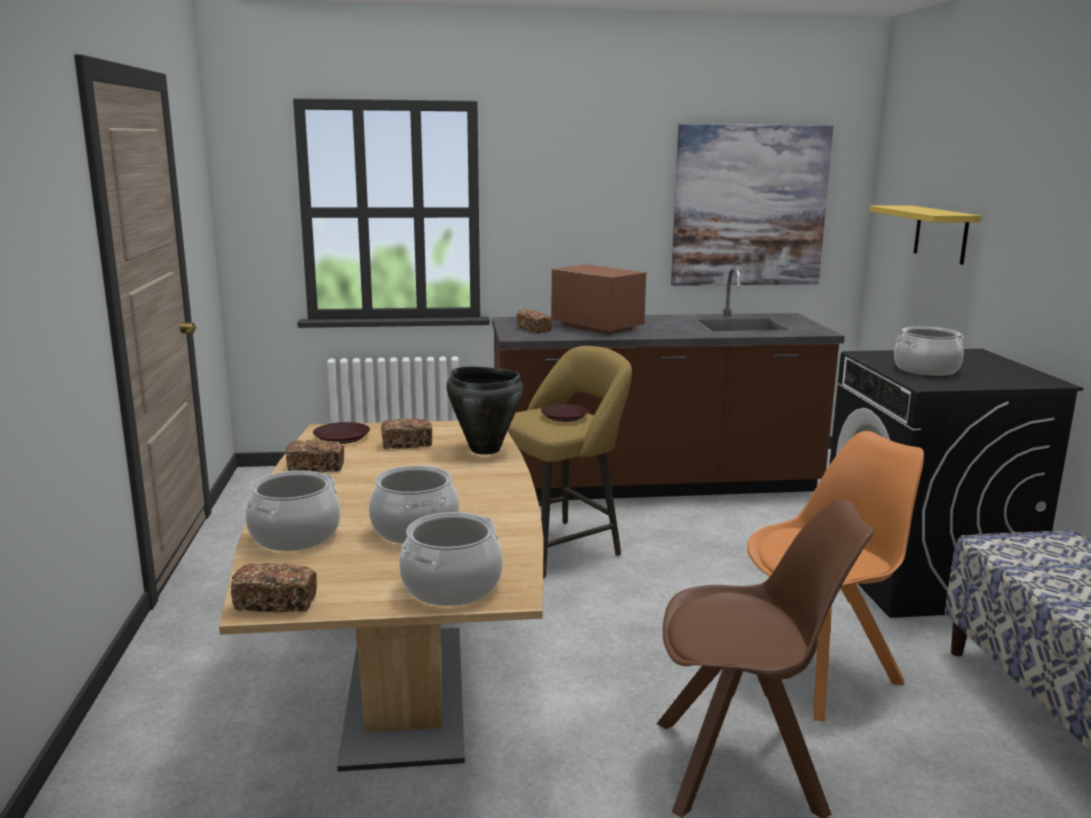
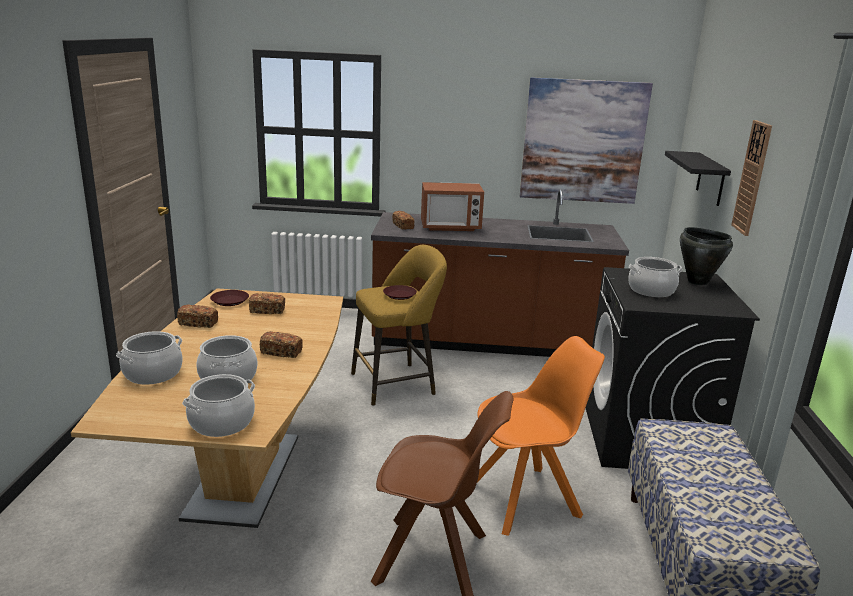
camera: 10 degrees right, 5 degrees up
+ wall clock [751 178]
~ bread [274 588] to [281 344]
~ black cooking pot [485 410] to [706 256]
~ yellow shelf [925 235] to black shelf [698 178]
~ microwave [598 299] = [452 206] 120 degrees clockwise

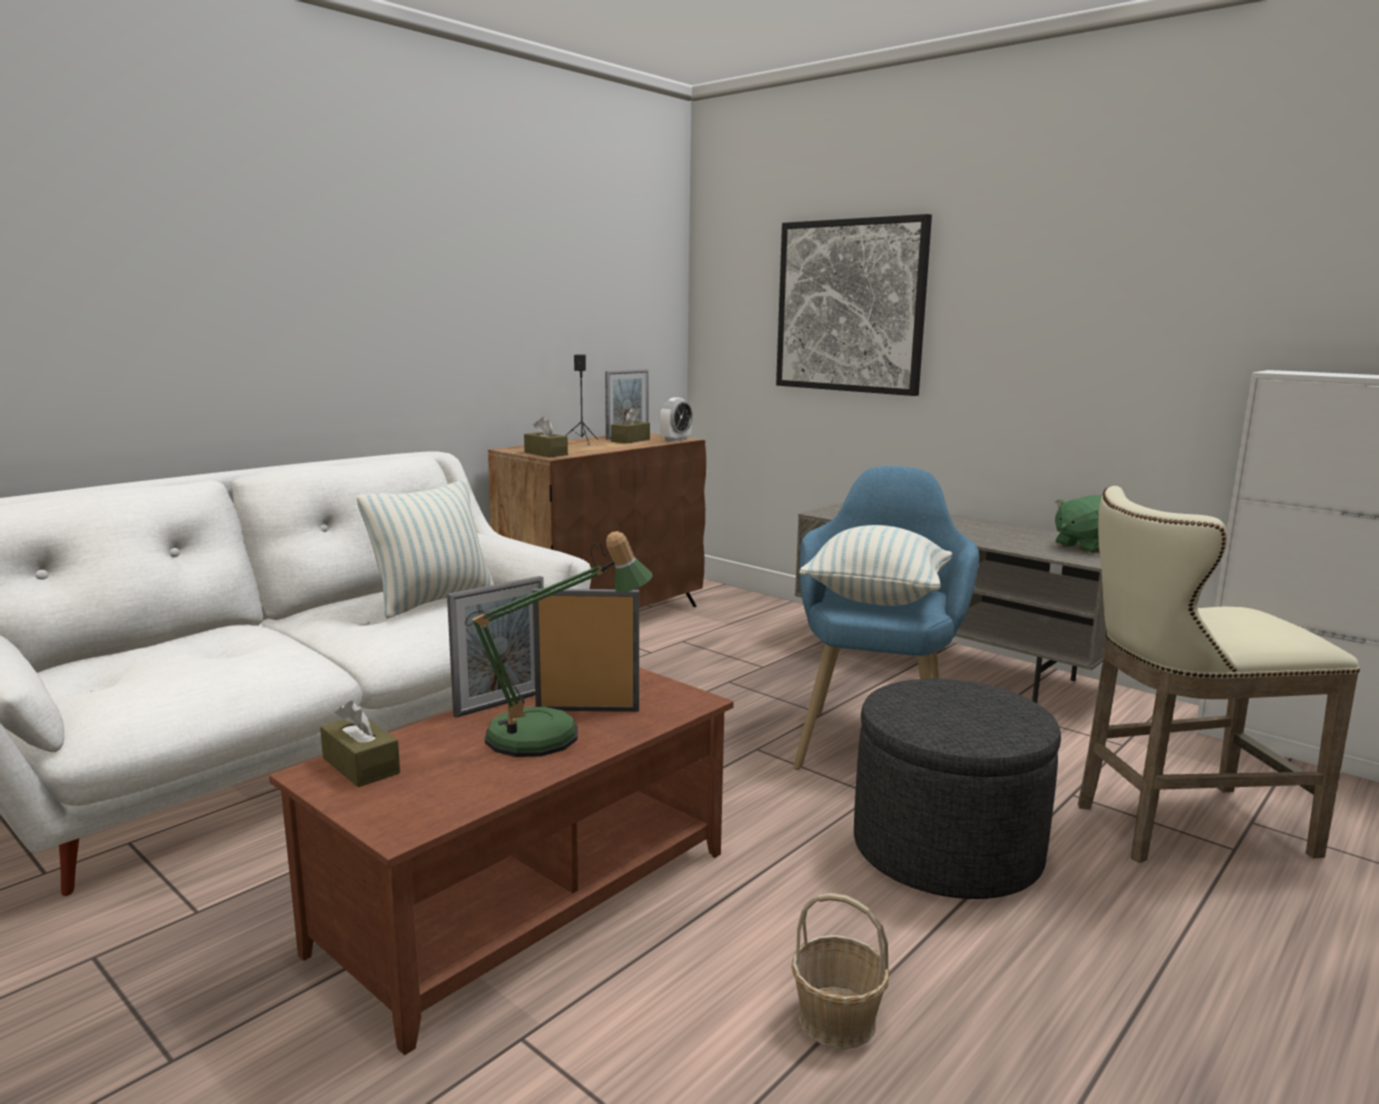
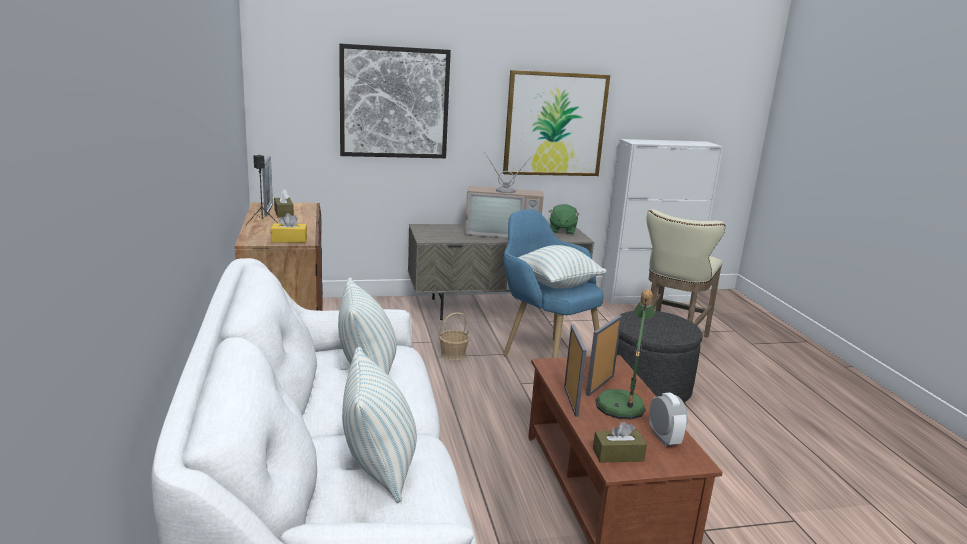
camera: 55 degrees left, 5 degrees up
+ pillow [379 425]
+ television [504 195]
+ picture [556 123]
~ alarm clock [676 419] to [668 419]
~ basket [840 971] to [454 336]
~ brown tissue box [546 437] to yellow tissue box [289 228]

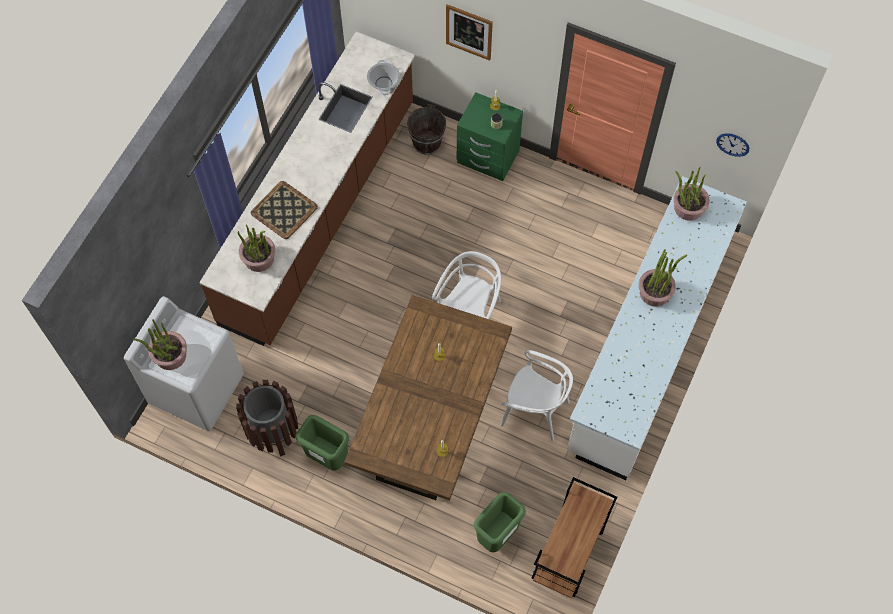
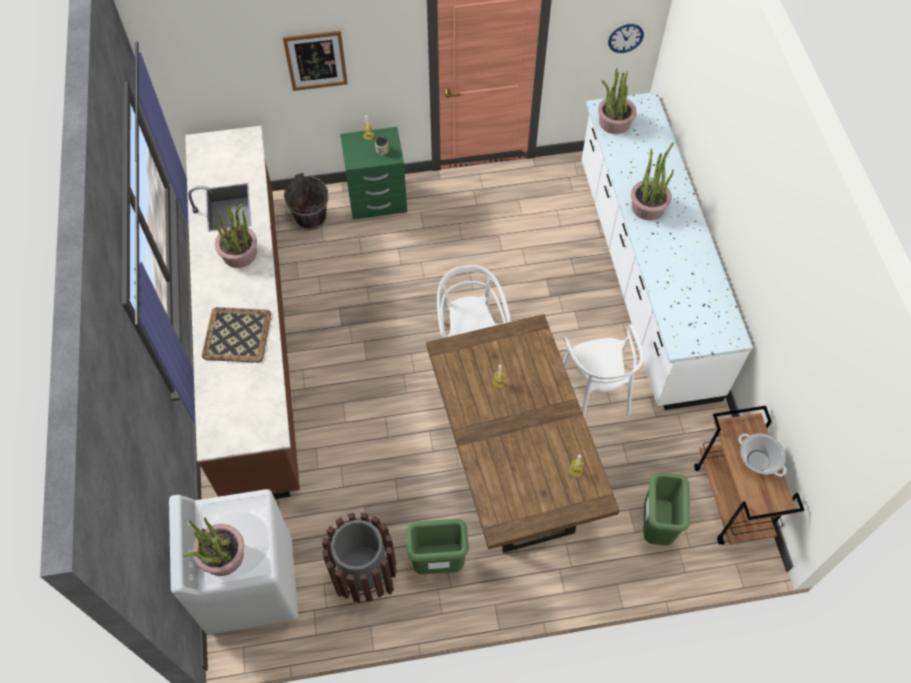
camera: 35 degrees left, 5 degrees down
~ potted plant [256 248] to [235 236]
~ cooking pot [383 77] to [762 455]
~ white chair [536 395] = [603 371] 90 degrees clockwise

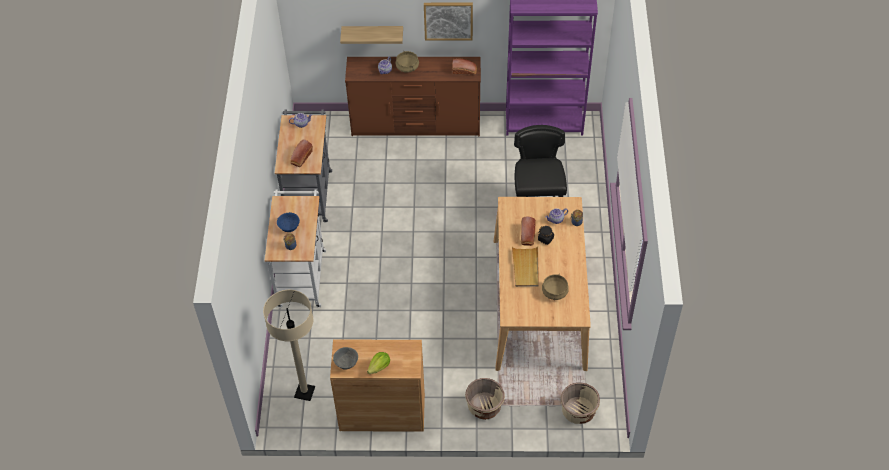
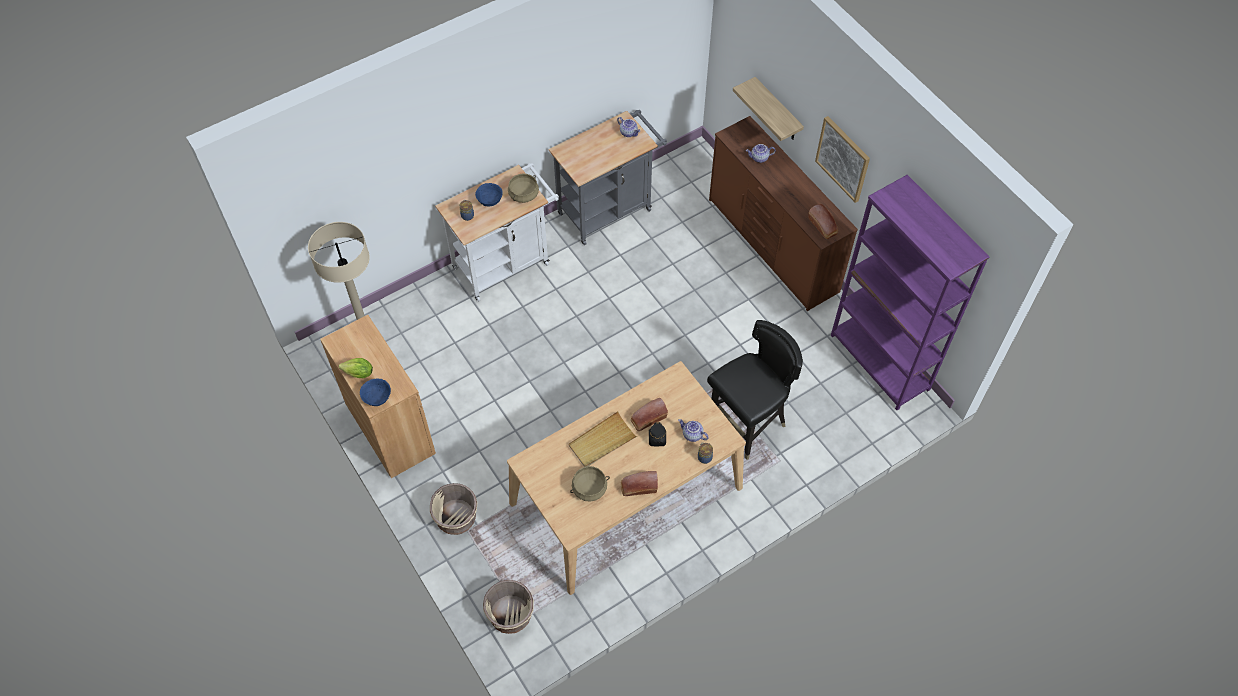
camera: 55 degrees right, 5 degrees up
- grey bowl [345 358]
+ blue bowl [375 392]
~ bread [302 153] to [639 483]
~ beige cooking pot [407 62] to [523 188]

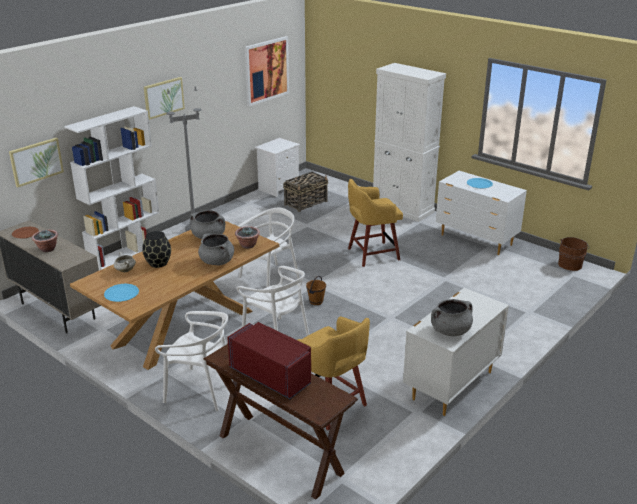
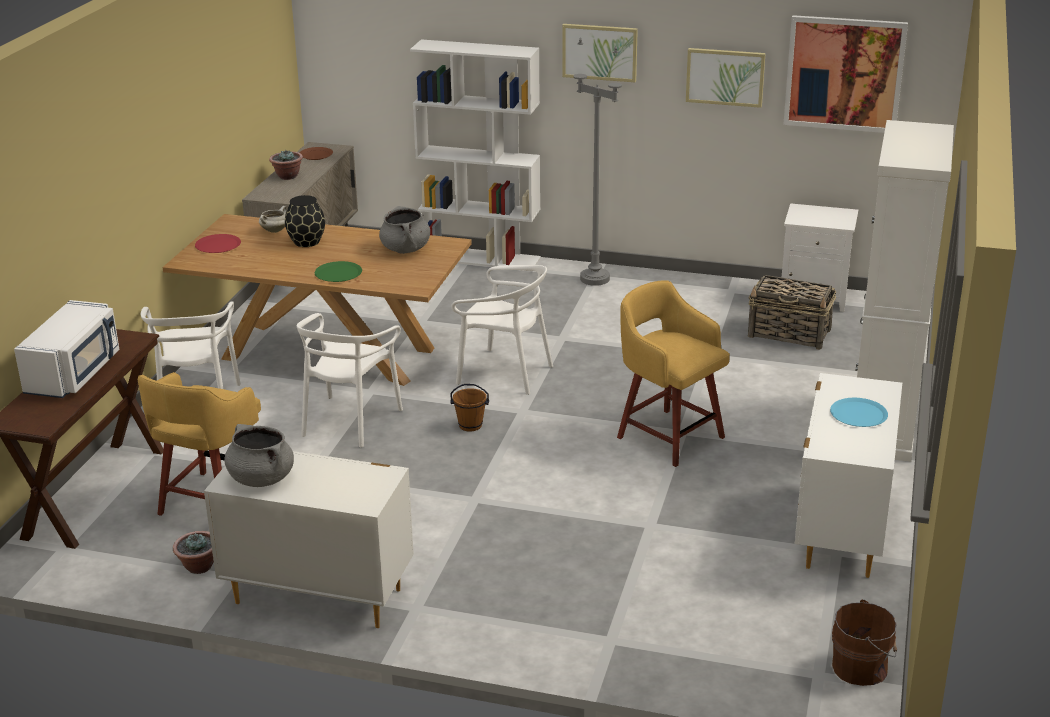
camera: 65 degrees right, 0 degrees up
~ picture [36 162] to [726 78]
~ potted plant [247 237] to [193 552]
~ grey cooking pot [216 249] to green plate [338 271]
~ blue plate [121 293] to red plate [218 243]
~ red microwave [269 360] to white microwave [66 349]

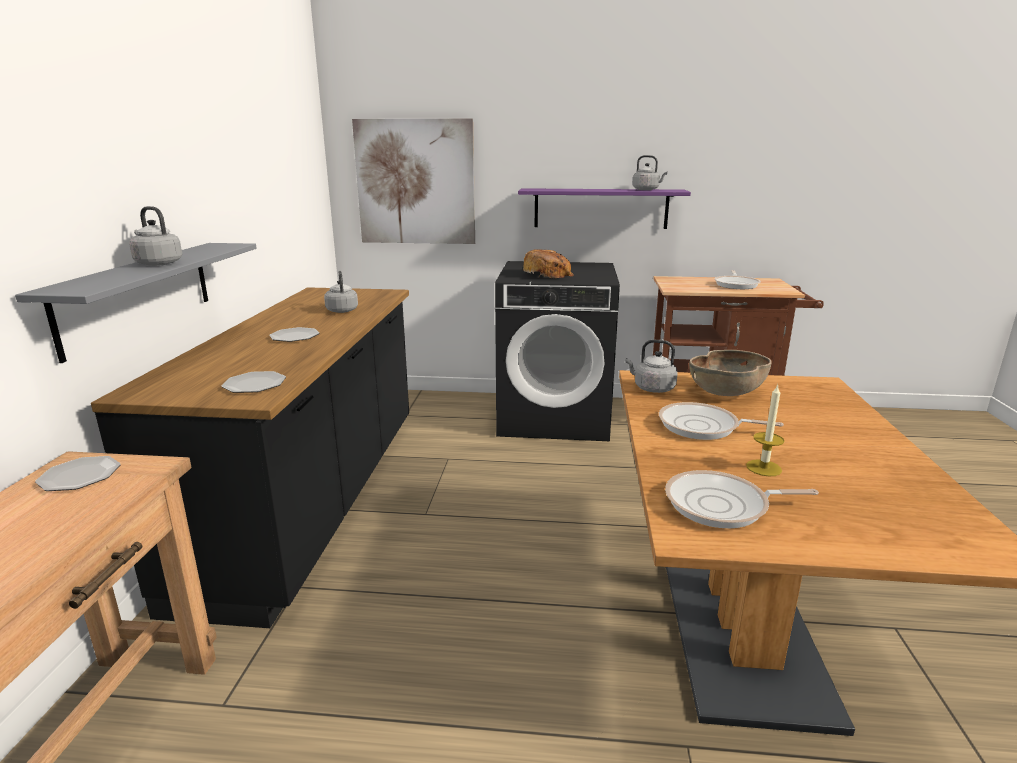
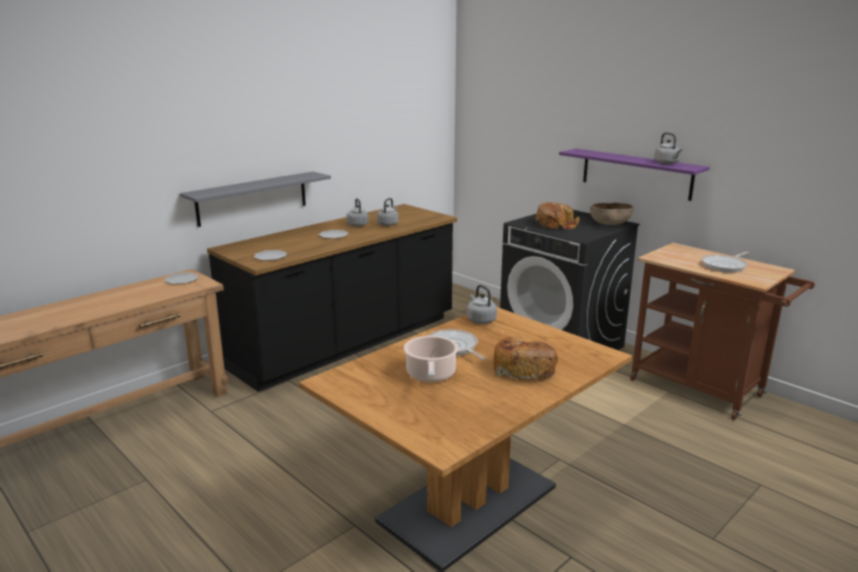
camera: 40 degrees right, 0 degrees up
- picture [413 181]
- frying pan [742 499]
+ bread [526 358]
~ grey kettle [155 236] to [358 212]
~ brown bowl [730 373] to [612 214]
~ candle [765 430] to cooking pot [431 359]

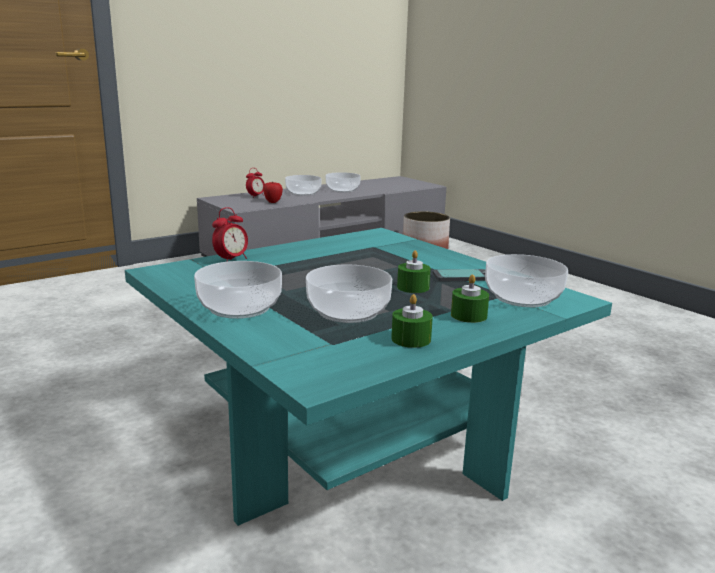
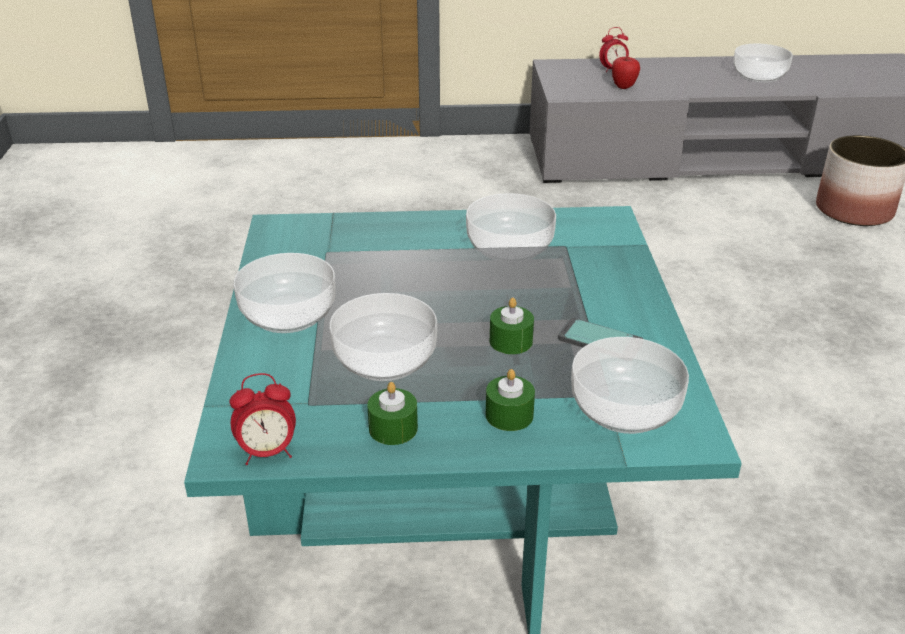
camera: 35 degrees right, 15 degrees up
~ alarm clock [230 234] to [263 419]
~ bowl [303 185] to [511 228]

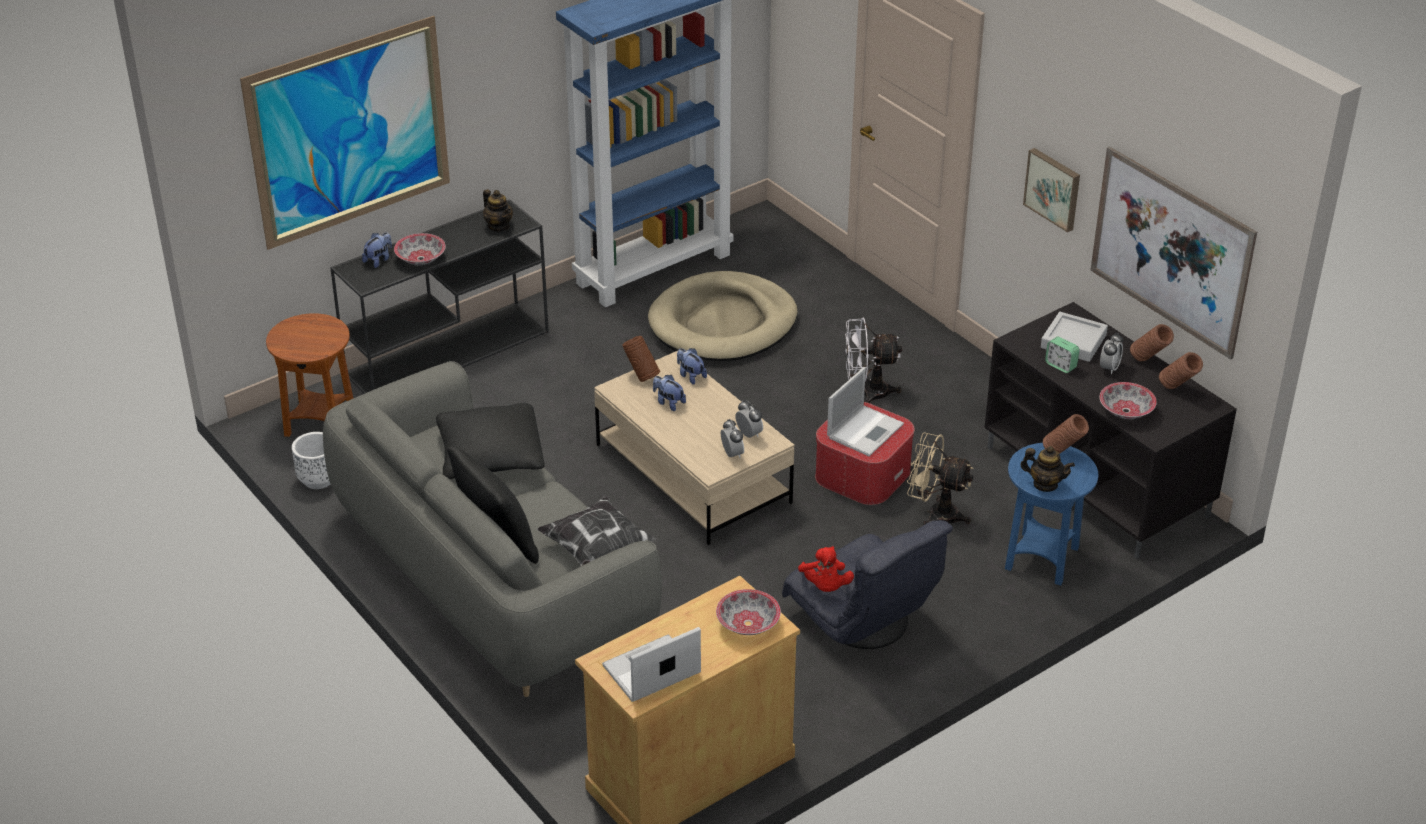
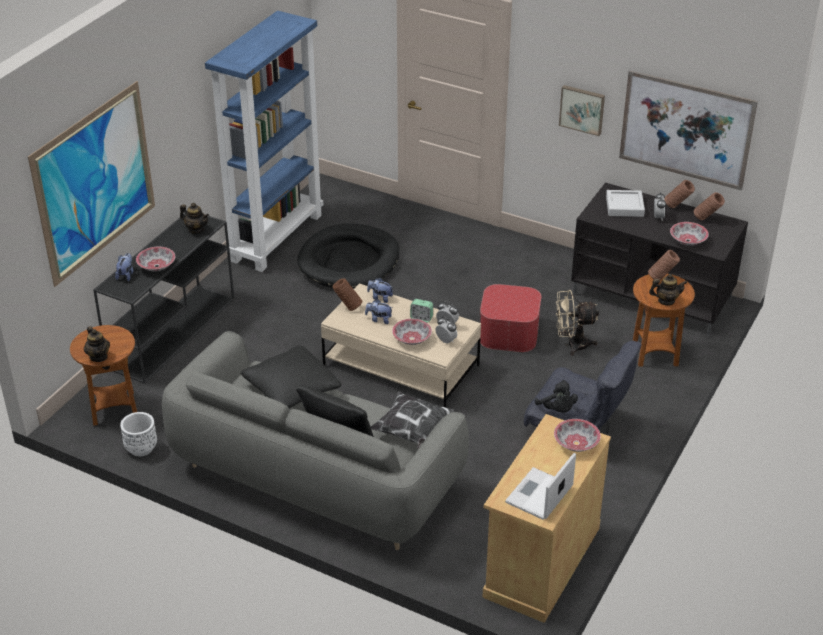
camera: 25 degrees left, 0 degrees up
- laptop [865 411]
- white fan [873 360]
+ teapot [97 344]
+ bowl [412 332]
~ alarm clock [1062 355] to [421 310]
~ beige dog bed [722 316] to black dog bed [348 256]
~ red plush toy [826 569] to black plush toy [556 396]
~ blue side table [1051 514] to brown side table [664 320]

